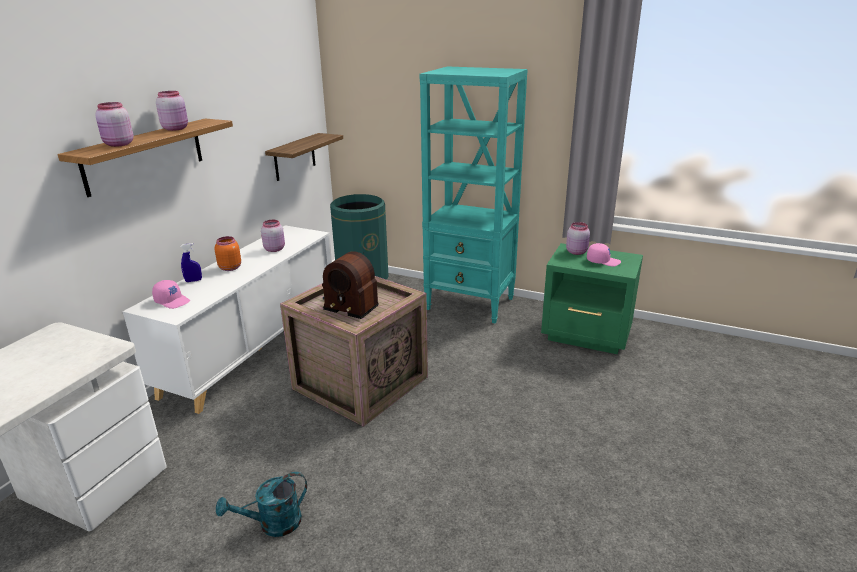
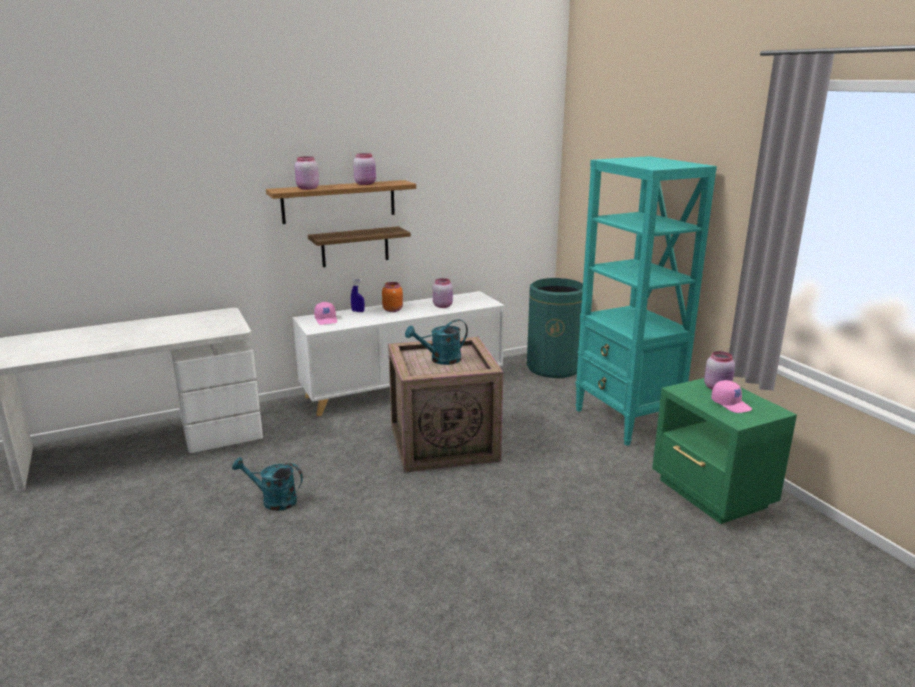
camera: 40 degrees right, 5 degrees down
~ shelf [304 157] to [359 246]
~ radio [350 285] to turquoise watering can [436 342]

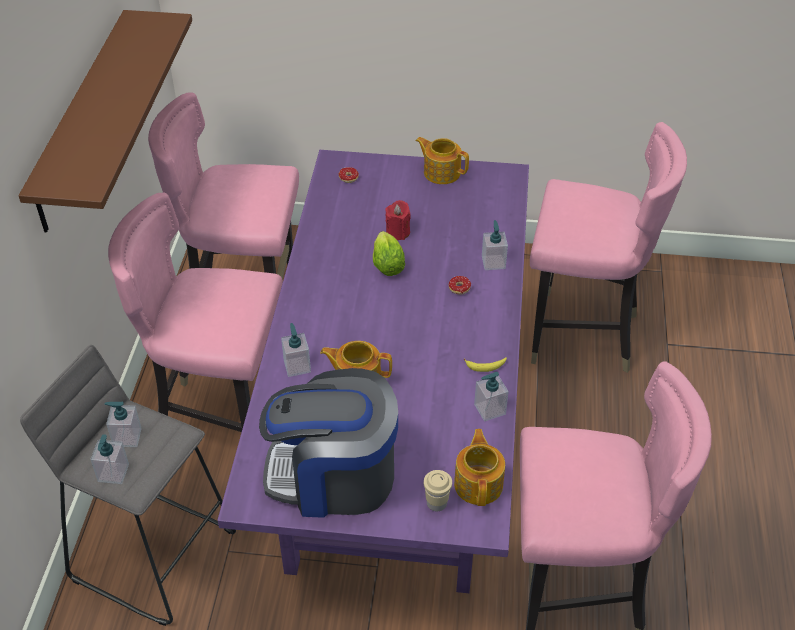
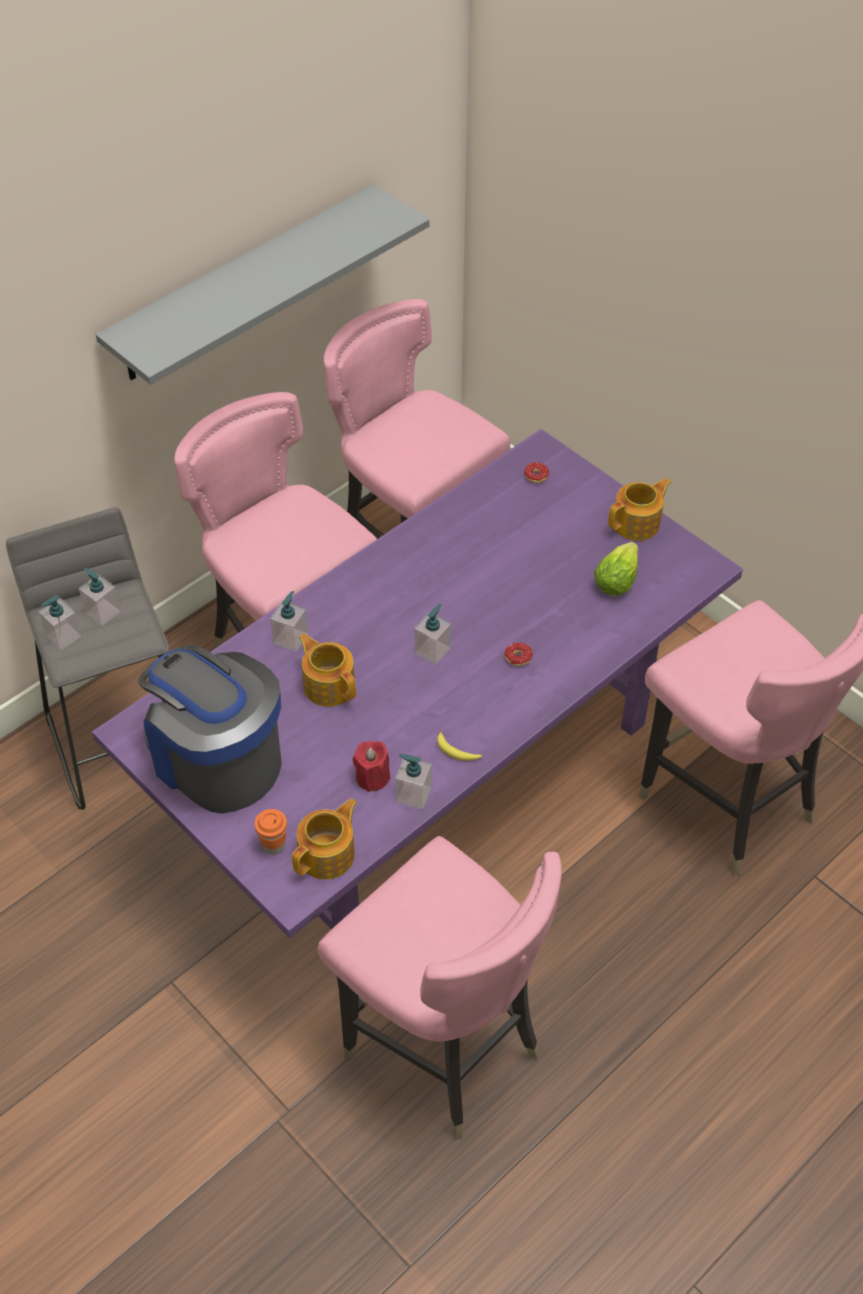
camera: 40 degrees right, 5 degrees up
~ lettuce [389 253] to [616 569]
~ red candle [398 220] to [371 766]
~ soap dispenser [495 245] to [432 634]
~ brown shelf [105 121] to grey shelf [262 284]
~ beige cup [438 490] to orange cup [270 832]
~ teapot [442 160] = [640 509] 75 degrees clockwise

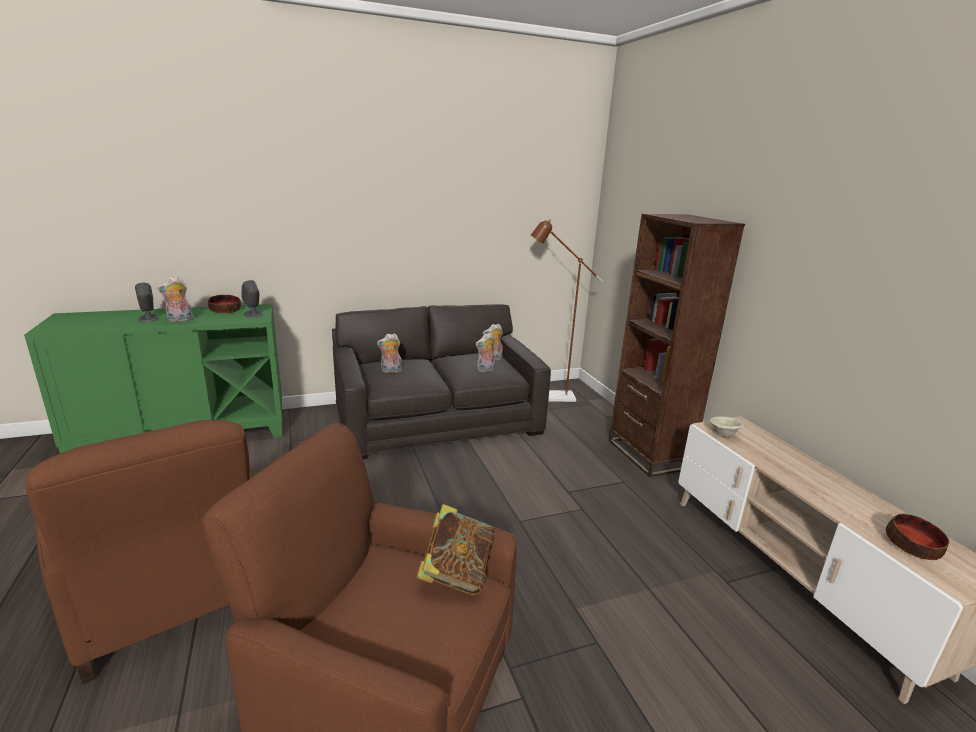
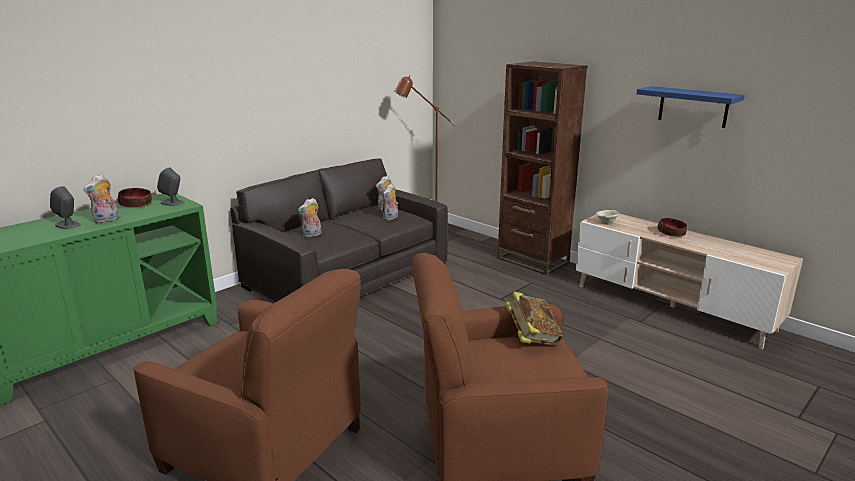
camera: 25 degrees left, 0 degrees up
+ blue shelf [691 107]
~ bowl [917 537] to [672 227]

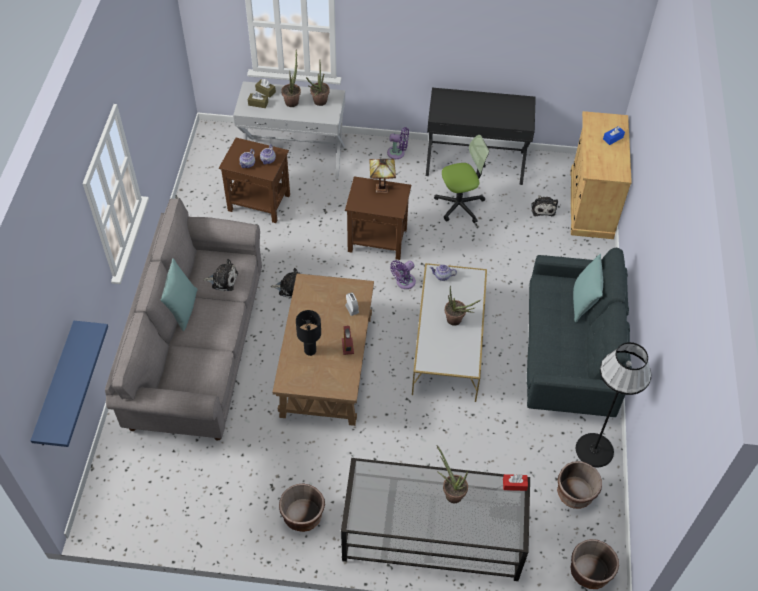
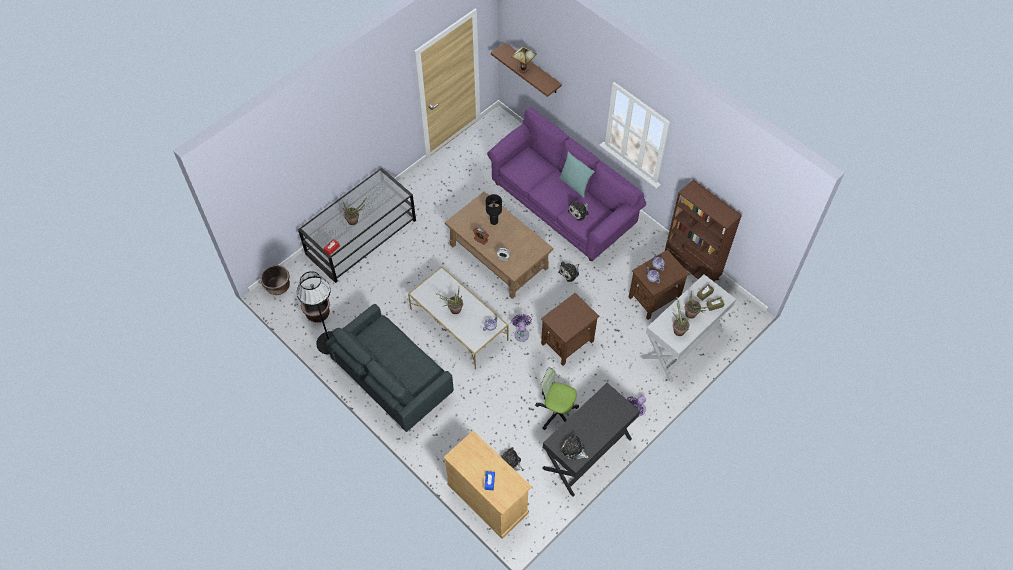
camera: 130 degrees right, 5 degrees up
- brown planter [302 508]
- turquoise pillow [588 288]
+ plush toy [574 446]
+ brown bookcase [703 231]
~ table lamp [382 176] to [524 60]
~ blue shelf [69 384] to brown shelf [526 70]
~ grey sofa [183 319] to purple sofa [566 184]
~ office chair [461 179] = [557 398] 90 degrees clockwise

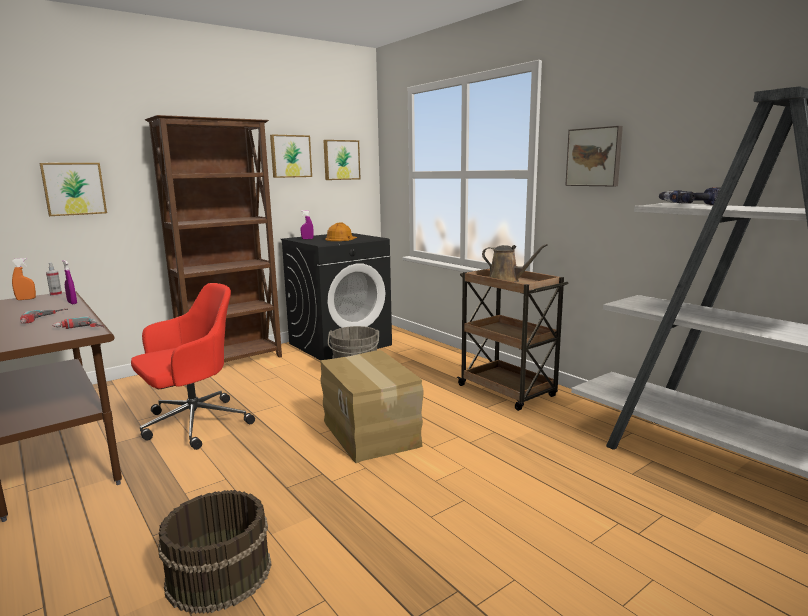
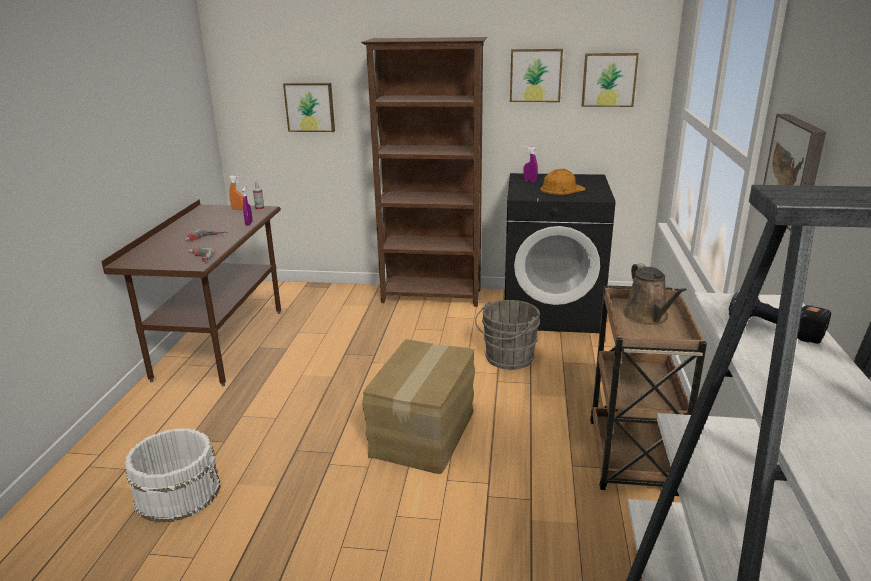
camera: 45 degrees right, 10 degrees up
- red office chair [193 366]
~ brown bucket [215 552] to white bucket [173 475]

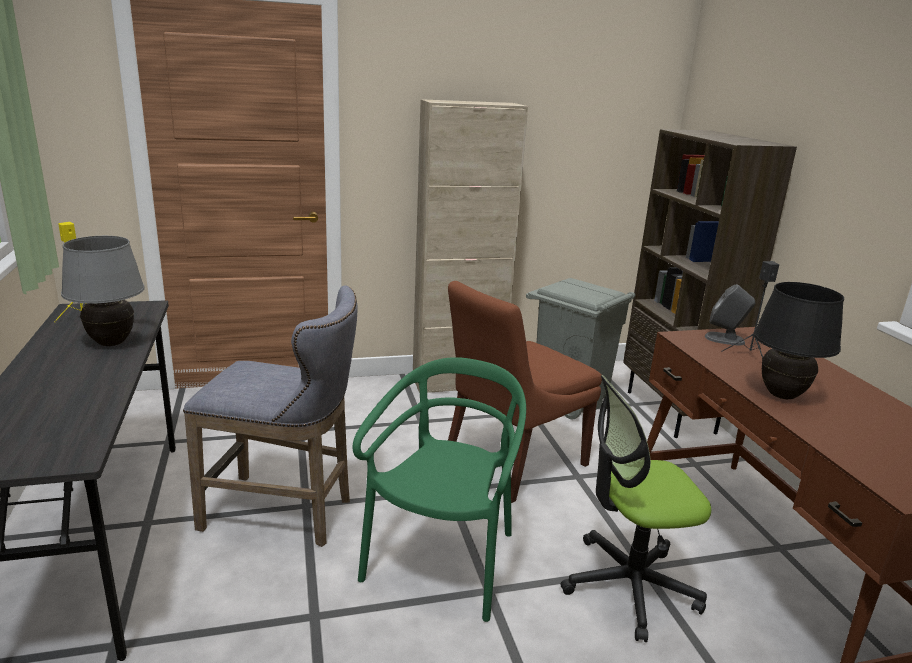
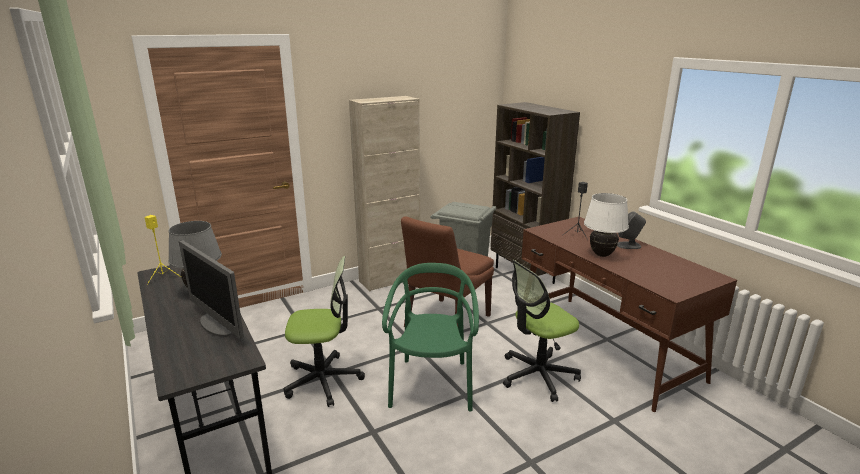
camera: 15 degrees left, 0 degrees up
+ monitor [211 289]
~ grey speaker [730 314] to [631 230]
~ grey stool [270 416] to office chair [324 331]
~ black table lamp [799 340] to white table lamp [606 225]

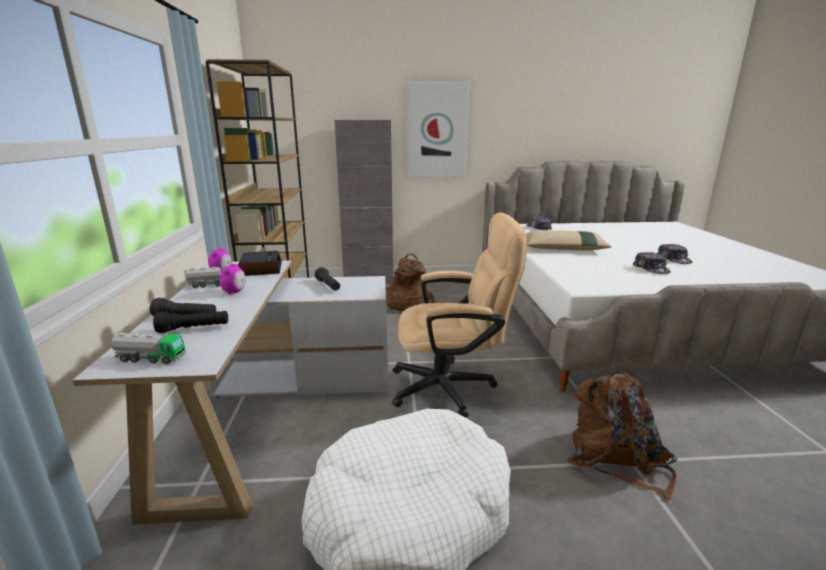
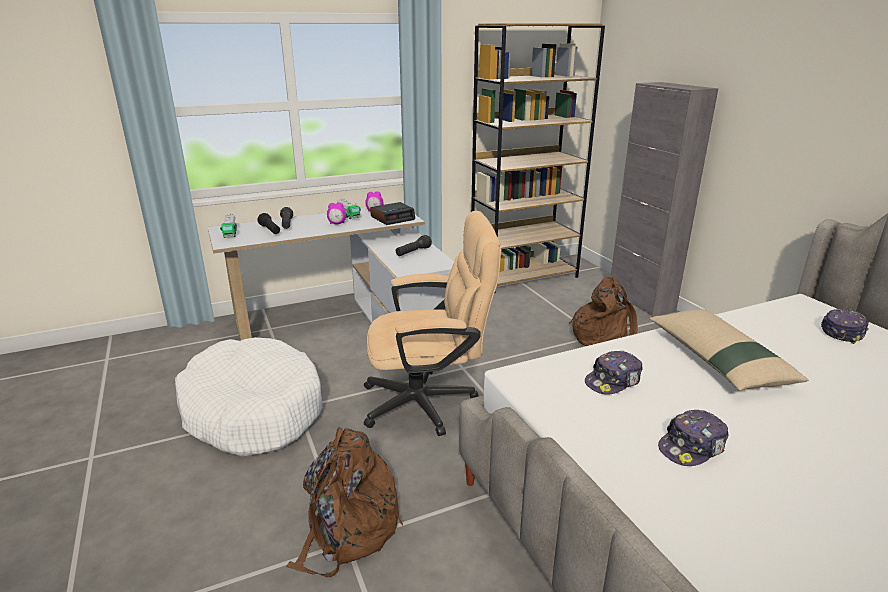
camera: 70 degrees right, 5 degrees up
- picture [438 129]
~ cap [675 254] to [613 373]
~ beige office chair [460 314] = [432 323] 75 degrees counterclockwise

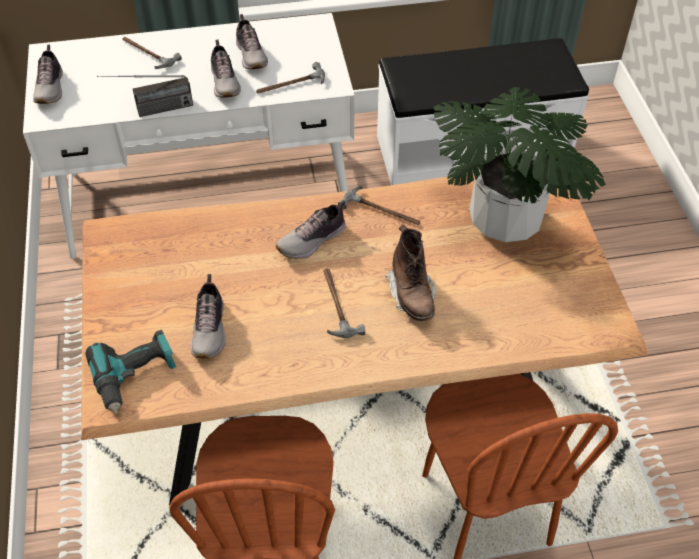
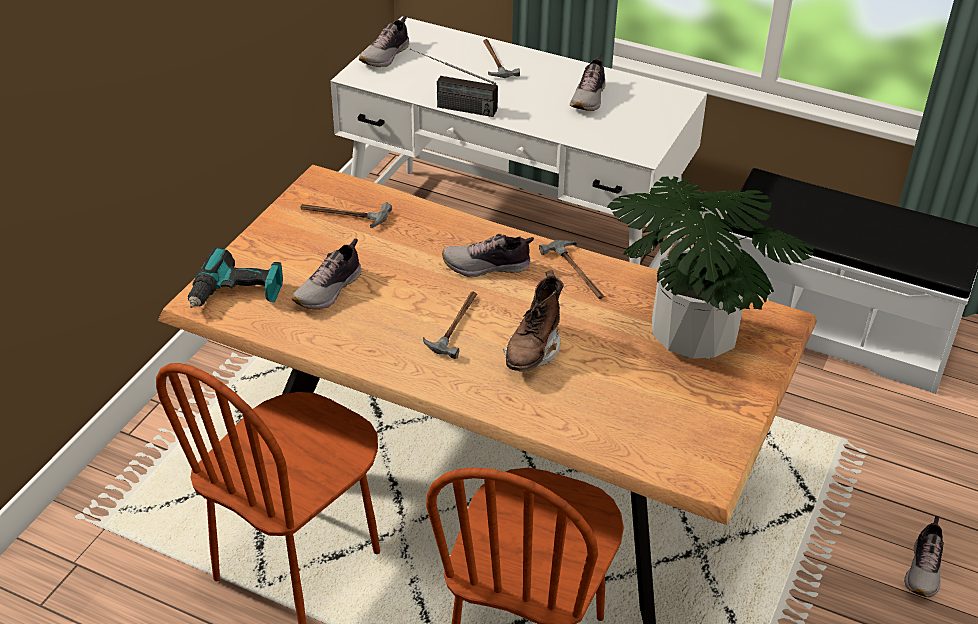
camera: 35 degrees right, 10 degrees down
~ shoe [226 68] to [924 556]
~ hammer [290 78] to [346 215]

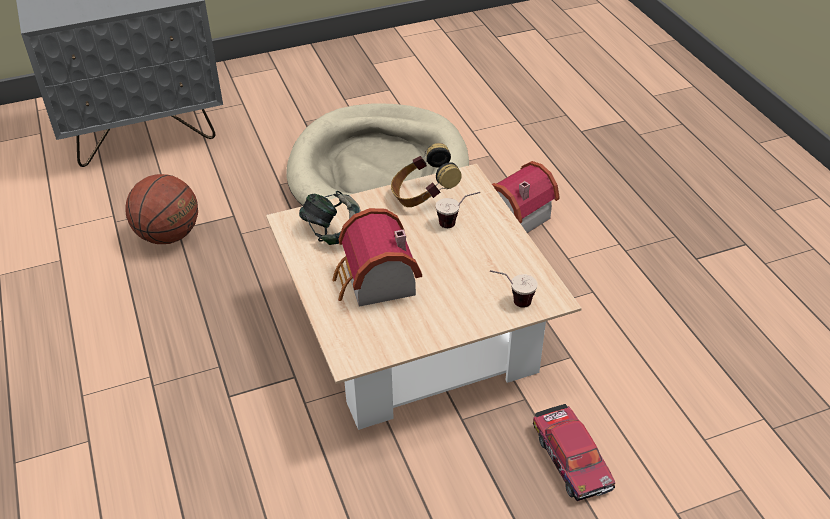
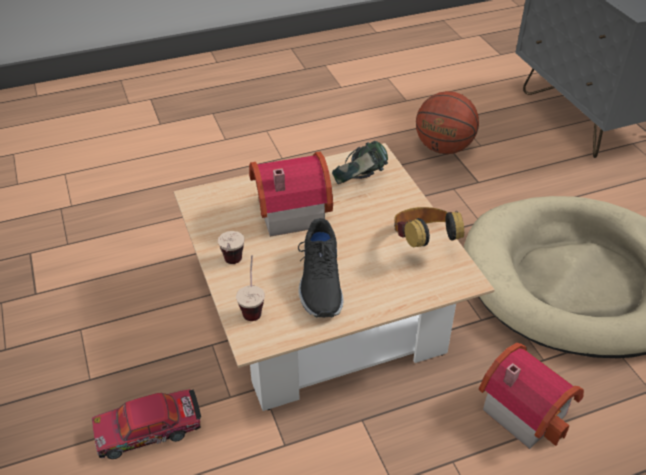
camera: 90 degrees right, 0 degrees up
+ black shoe [320 268]
~ cup [458 210] to [231 247]

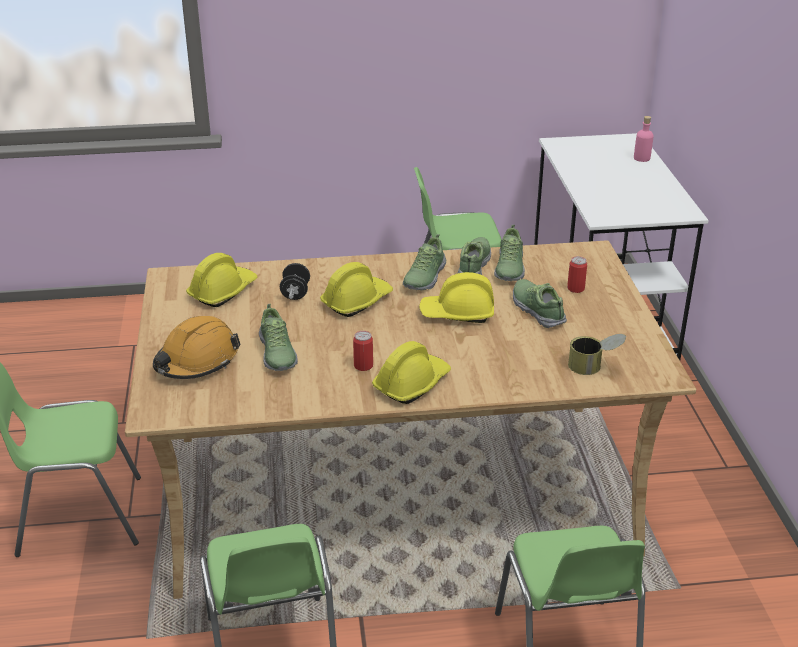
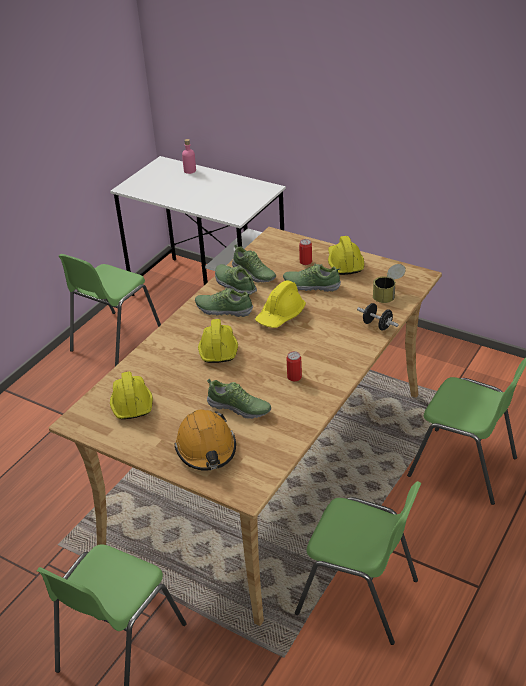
camera: 50 degrees left, 5 degrees up
~ black dumbbell [295 281] to [378 317]
~ yellow hard hat [411 372] to [346 255]
~ shoe [424 262] = [224 302] 135 degrees clockwise

